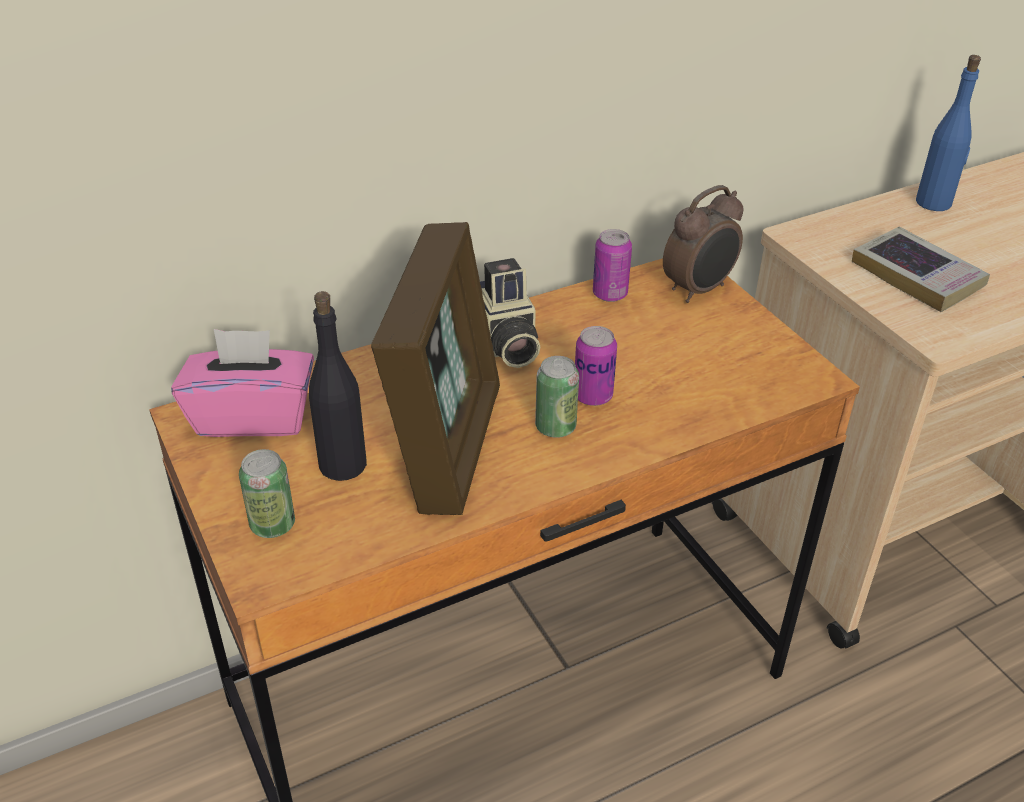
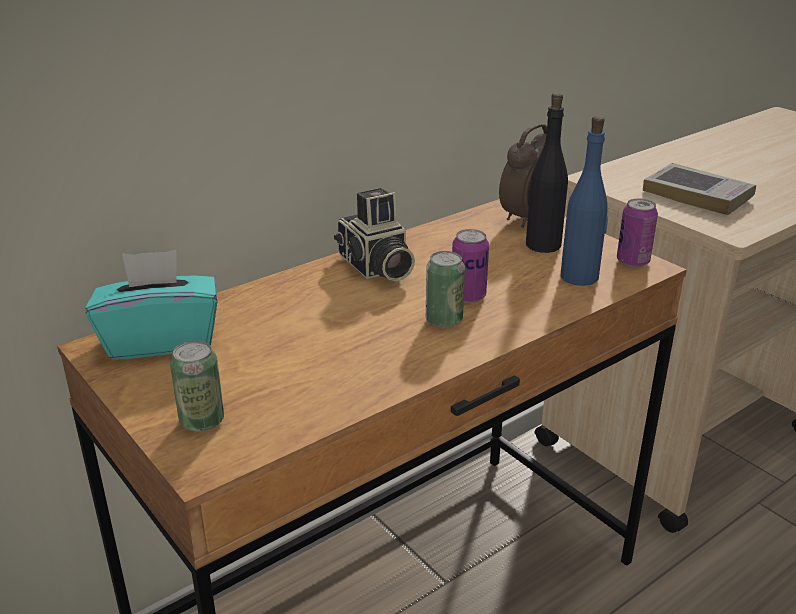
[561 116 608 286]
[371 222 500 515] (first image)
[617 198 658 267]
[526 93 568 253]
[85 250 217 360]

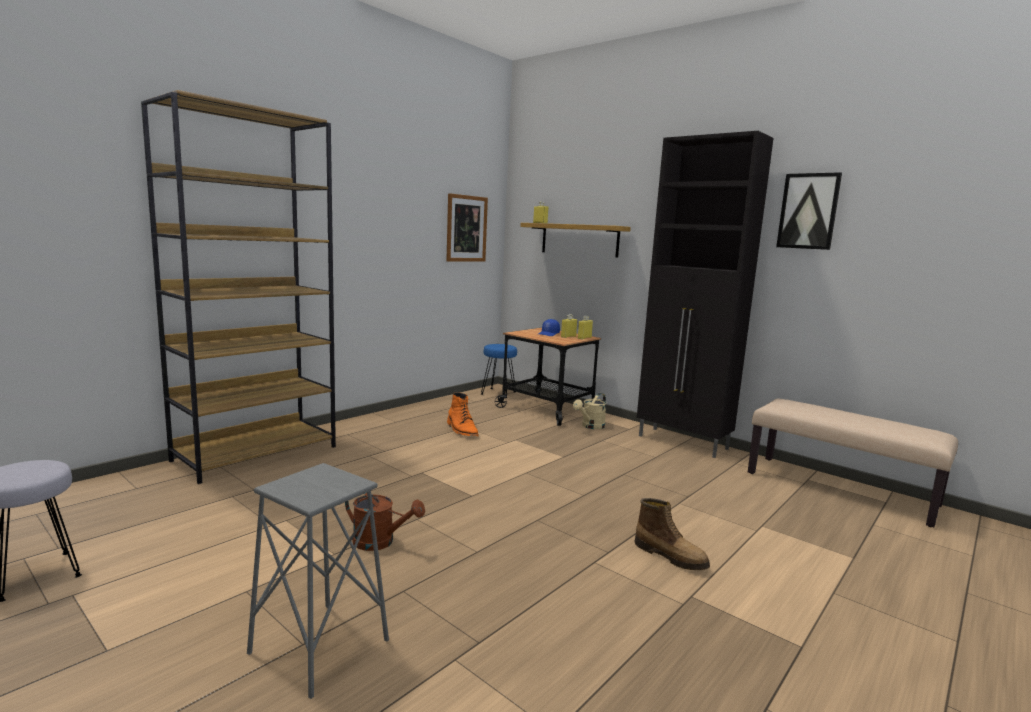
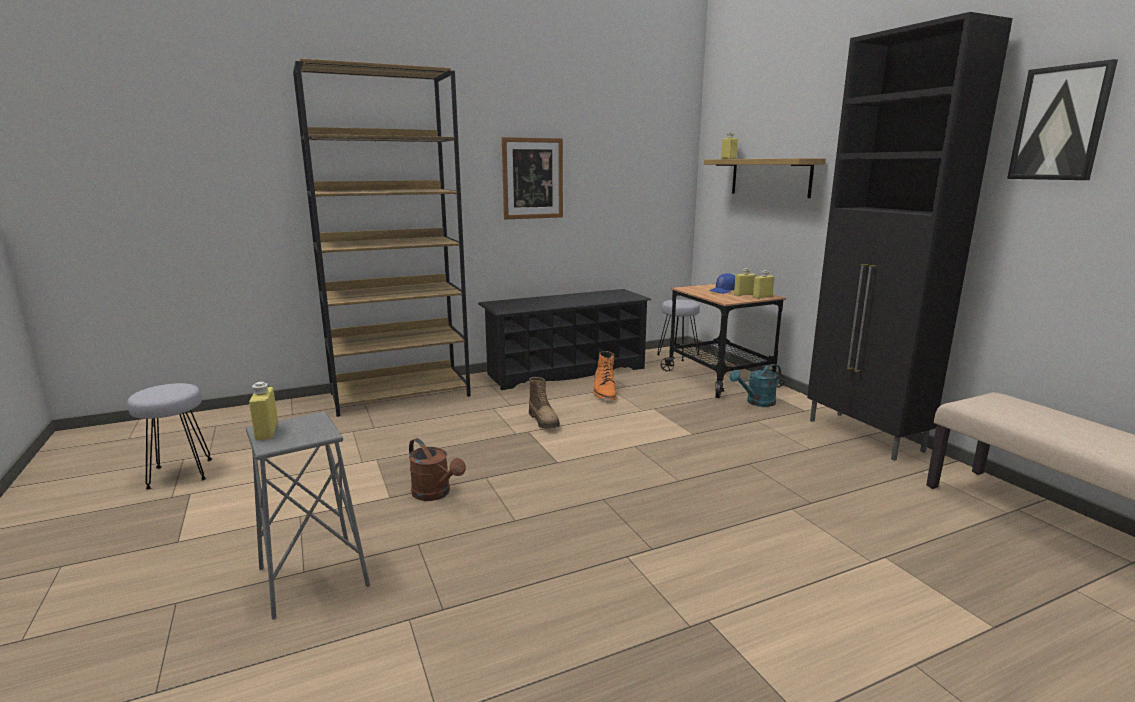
[502 137 563 220]
[657 299 700 361]
[729 364 781 407]
[529 377 560 429]
[478 289 651 390]
[249 382 278 440]

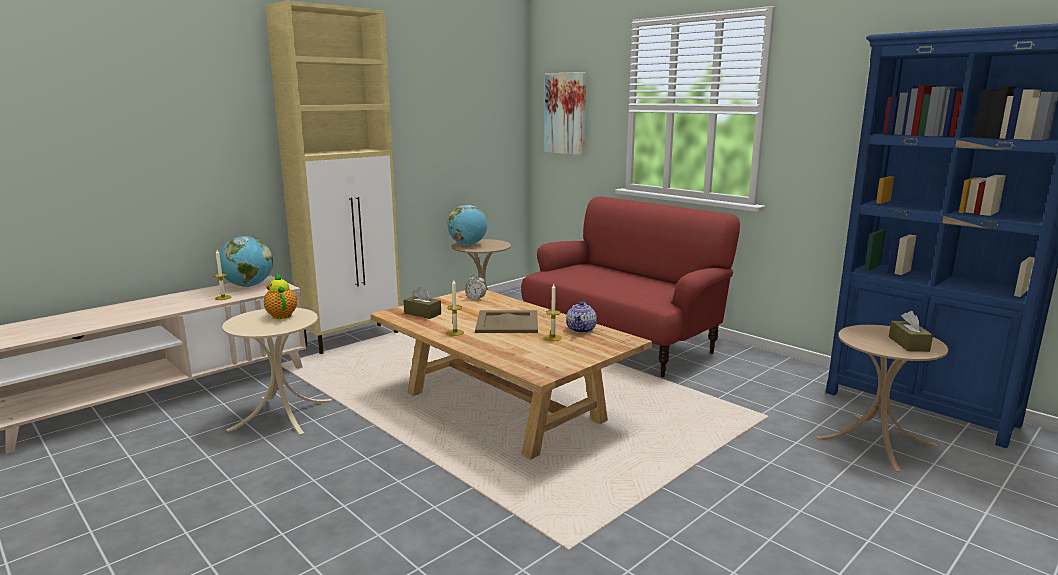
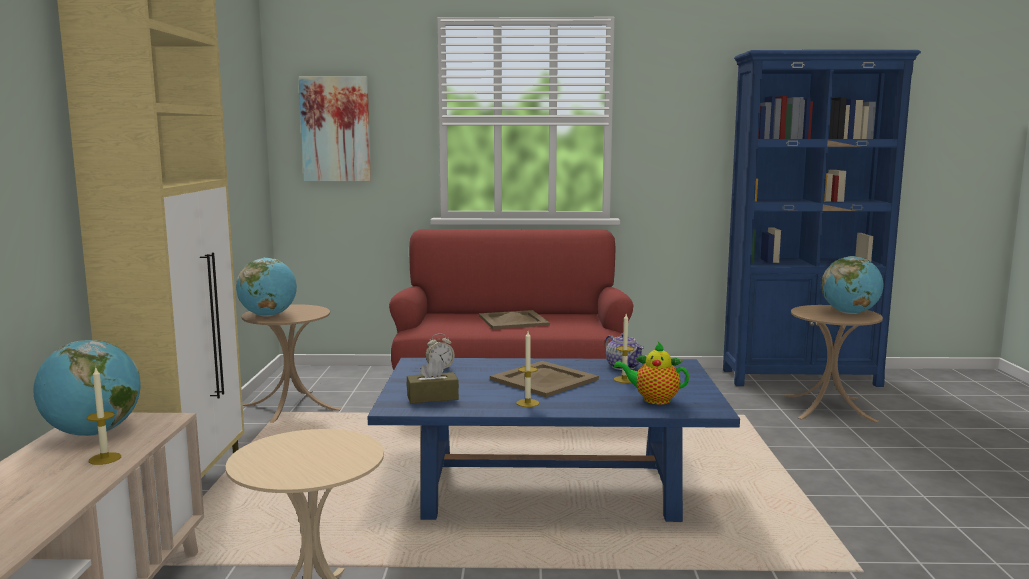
[614 342 689 404]
[367 358 740 522]
[821 256 883 314]
[479 310 550 329]

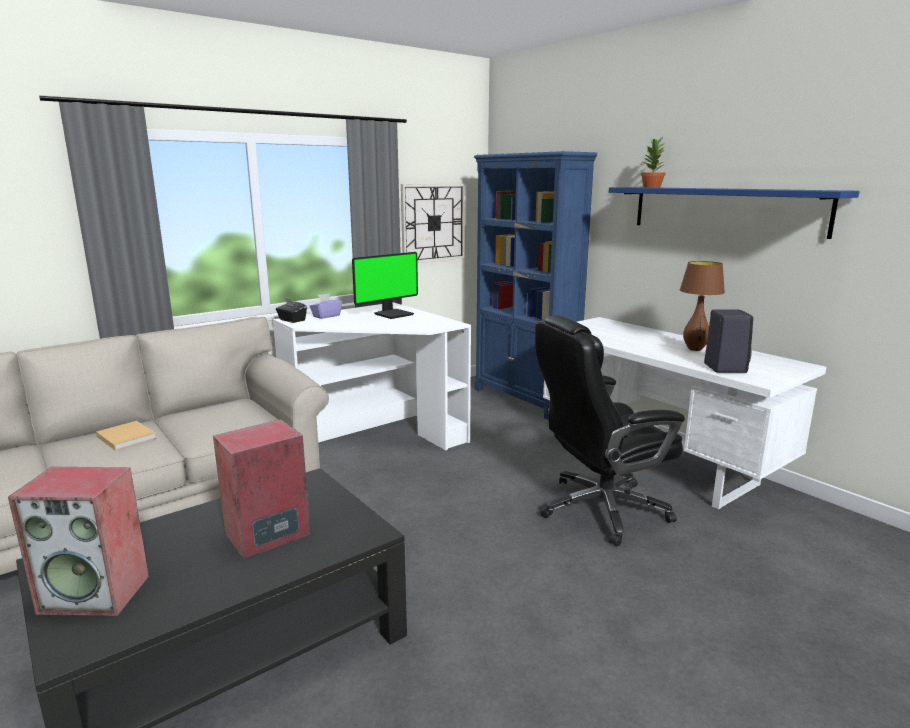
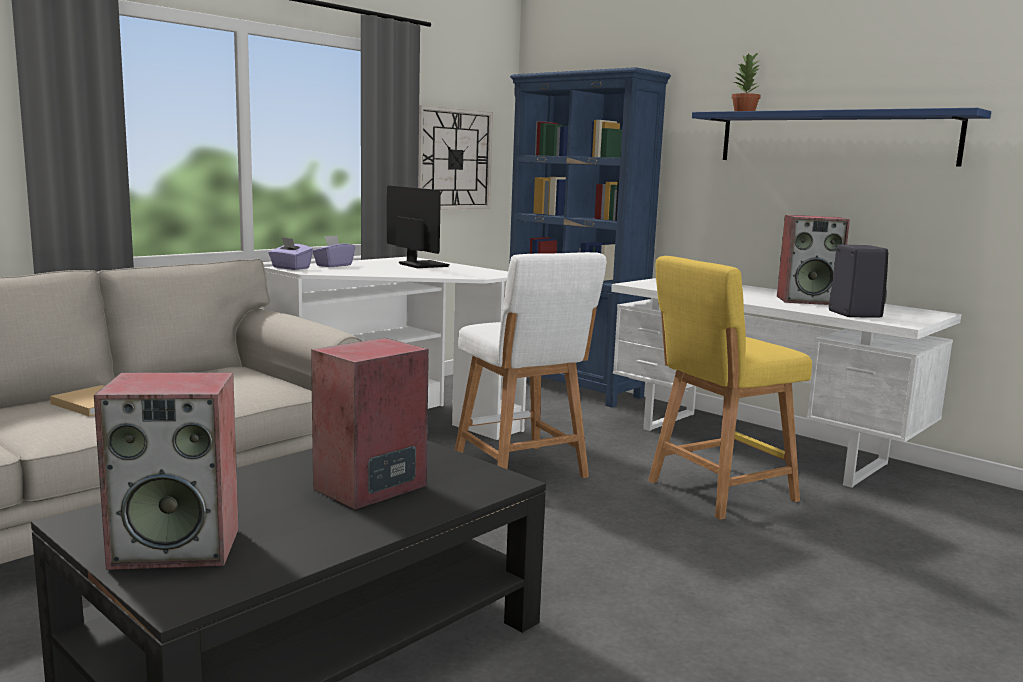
[387 186 450 268]
[777 215 850 305]
[268 237 313 270]
[648 256 812 520]
[455 252 606 478]

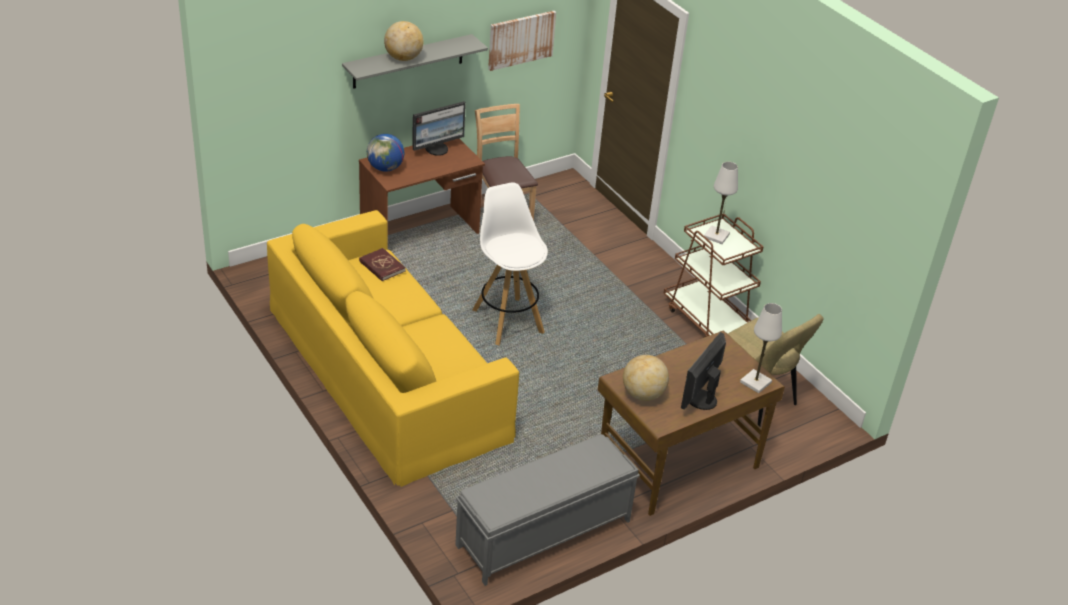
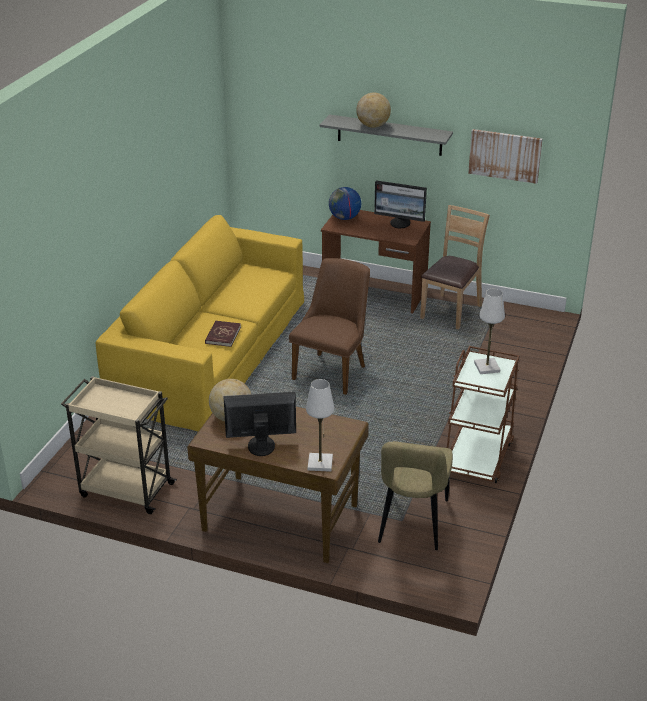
[289 258 370 395]
[205 321 241 347]
[61 376 177 514]

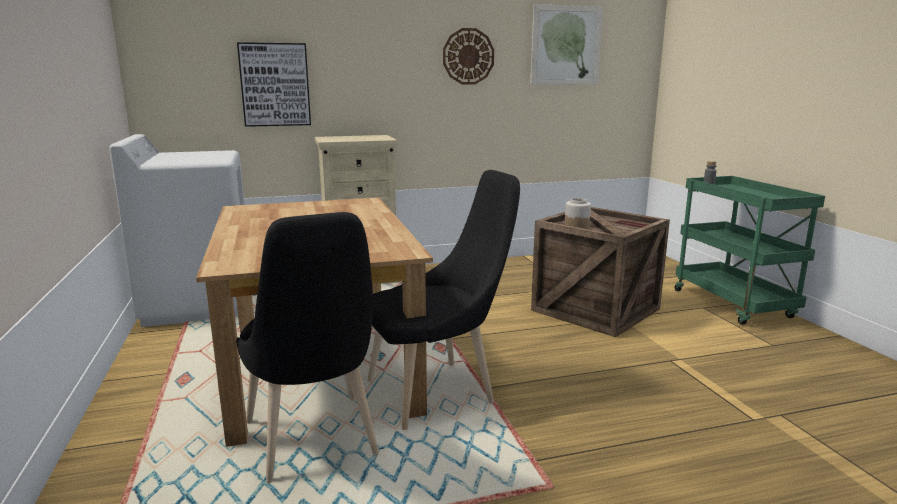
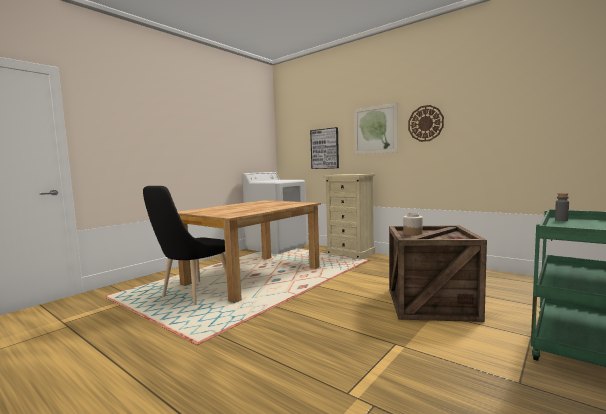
[354 103 397 155]
[367 170 520 430] (first image)

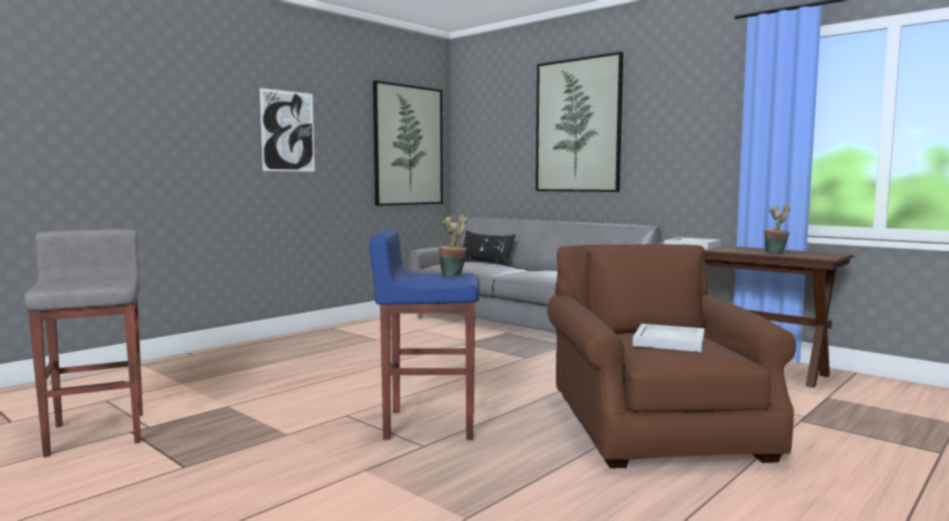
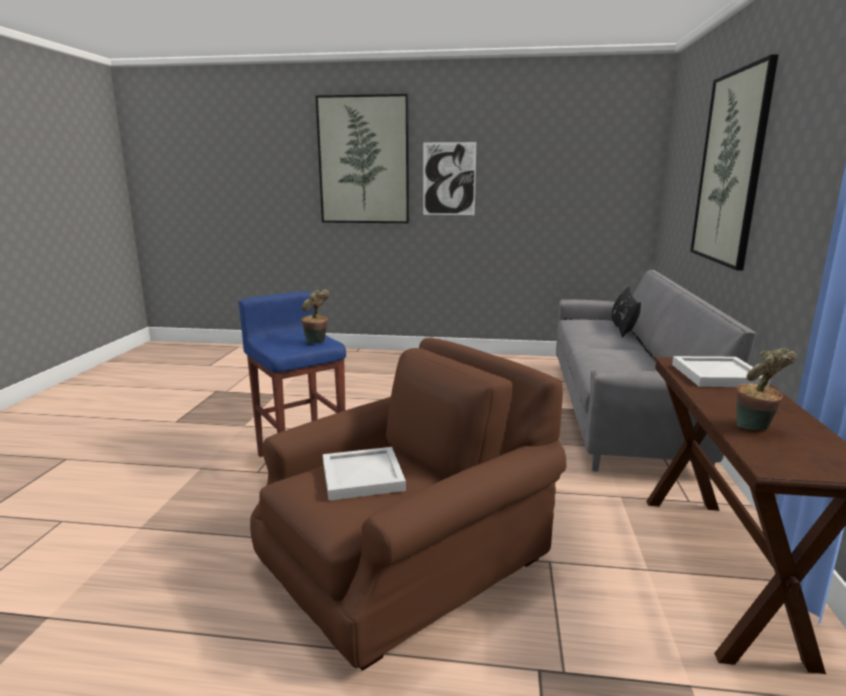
[315 94 409 223]
[24 229 143 457] (first image)

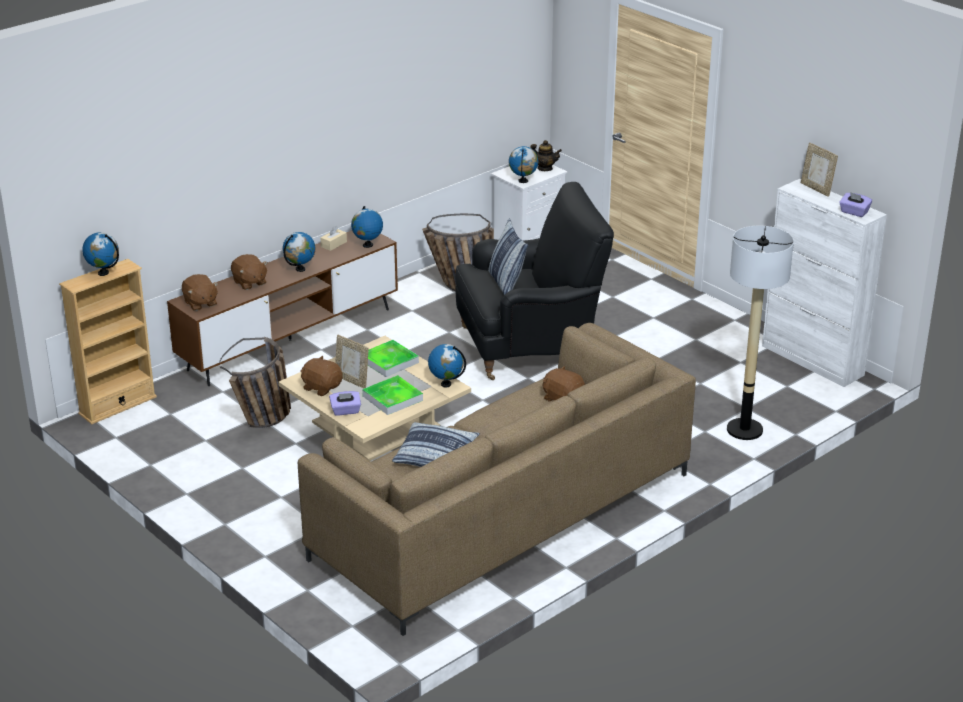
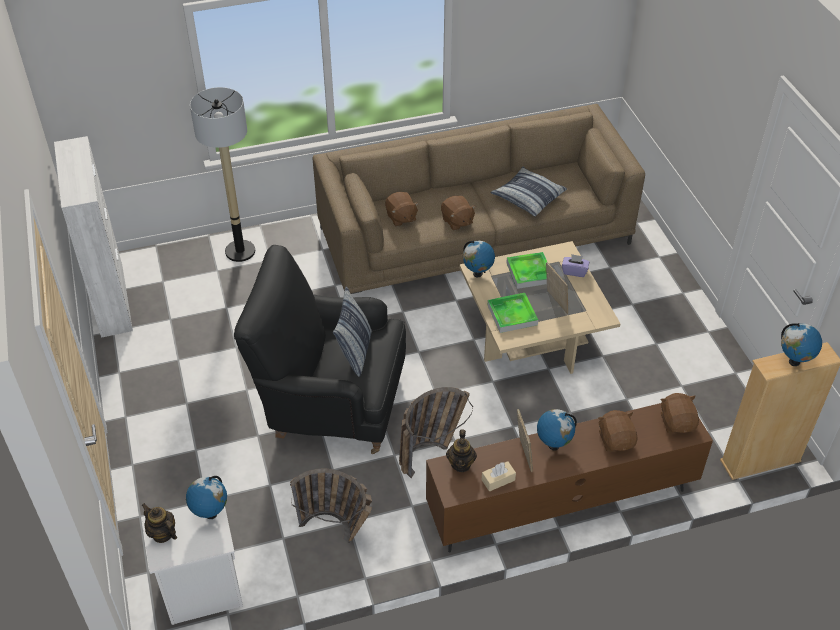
[517 409 533 472]
[839 192 872 217] (first image)
[446 429 477 472]
[399 387 473 478]
[441 196 476 231]

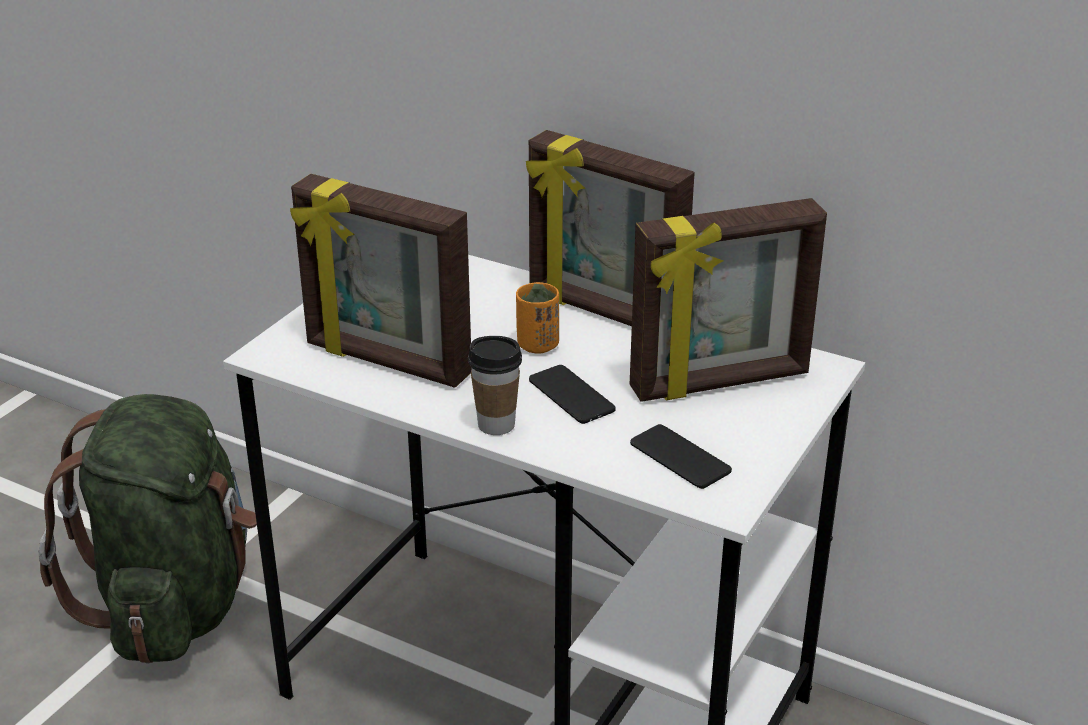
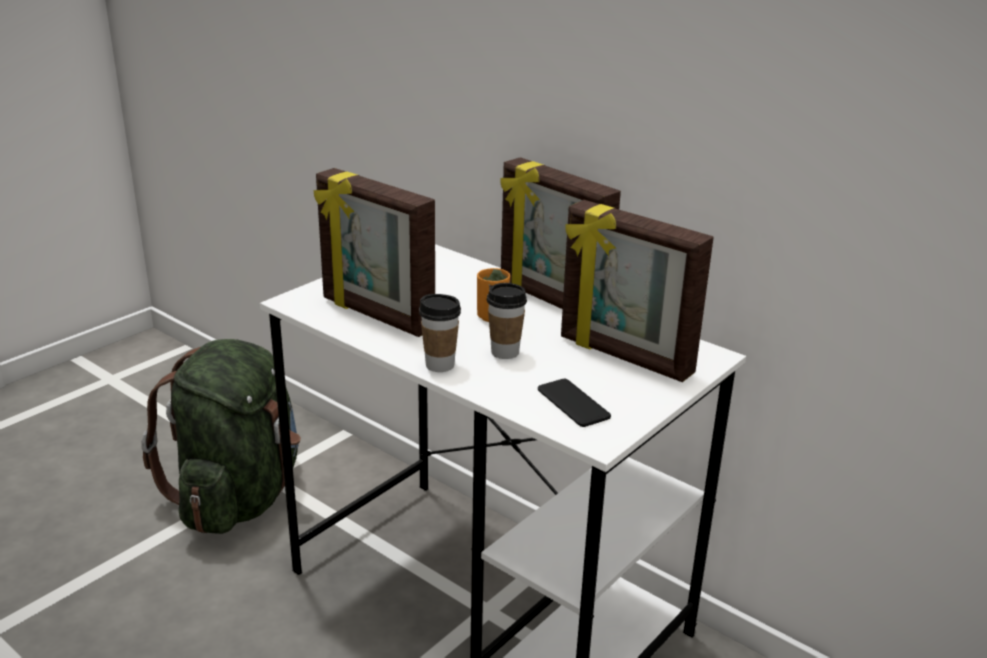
[561 200 714 382]
[487 283 527 359]

